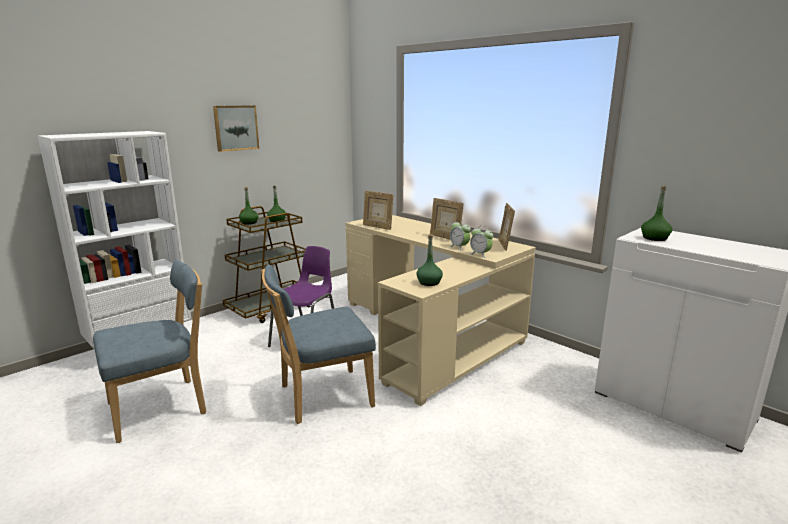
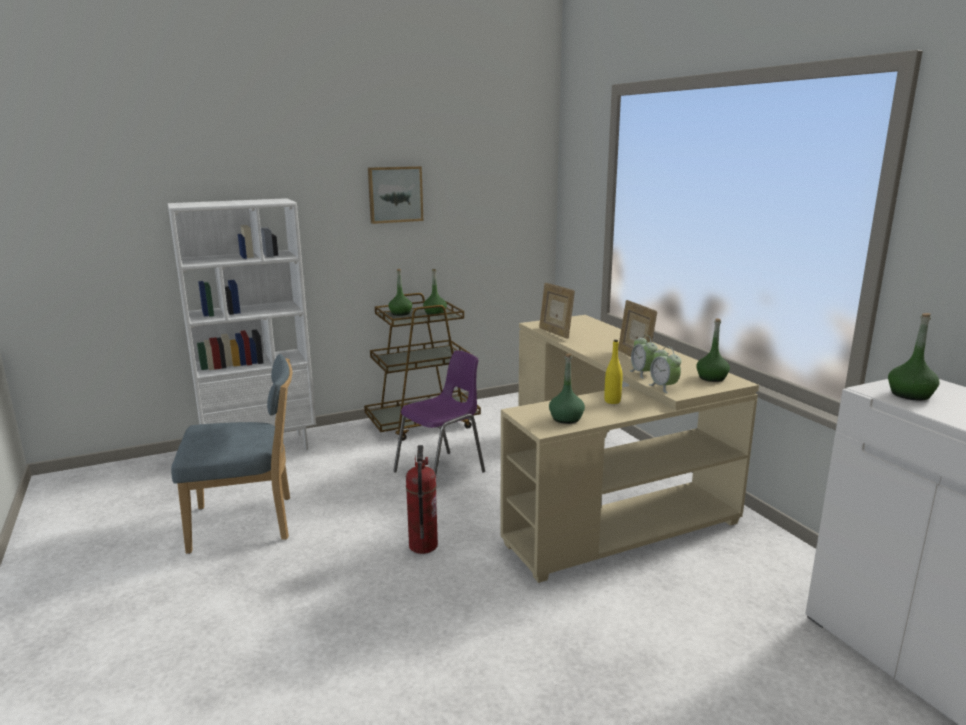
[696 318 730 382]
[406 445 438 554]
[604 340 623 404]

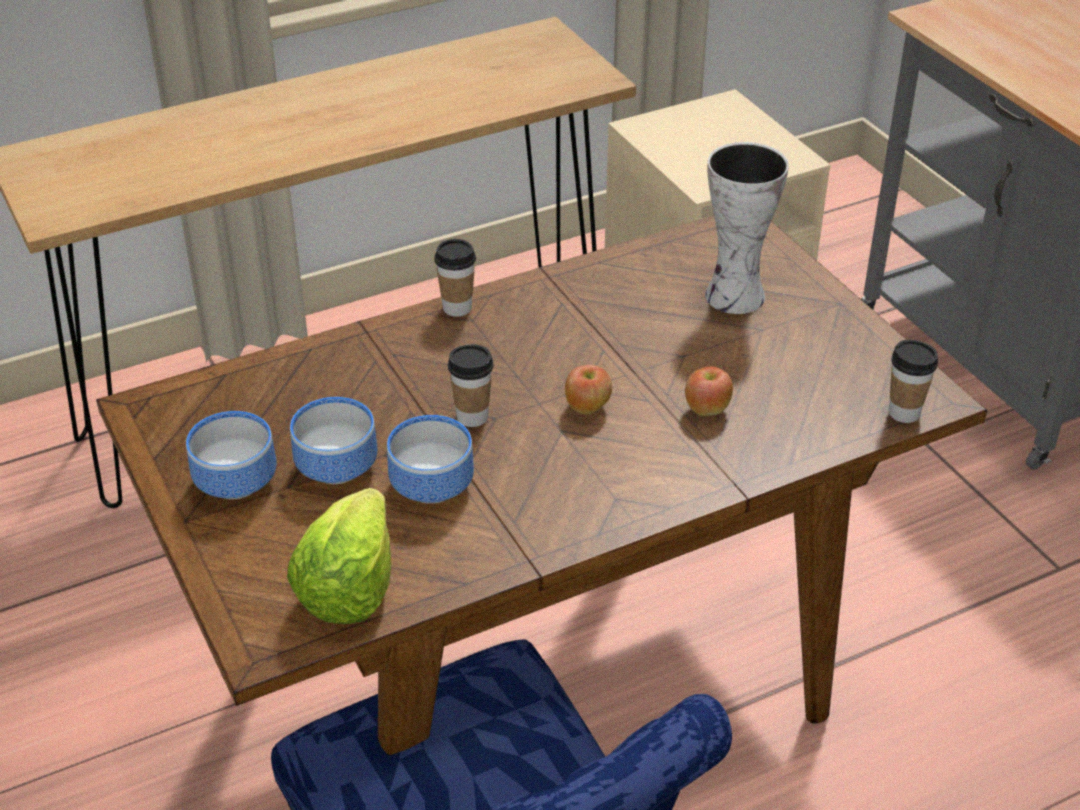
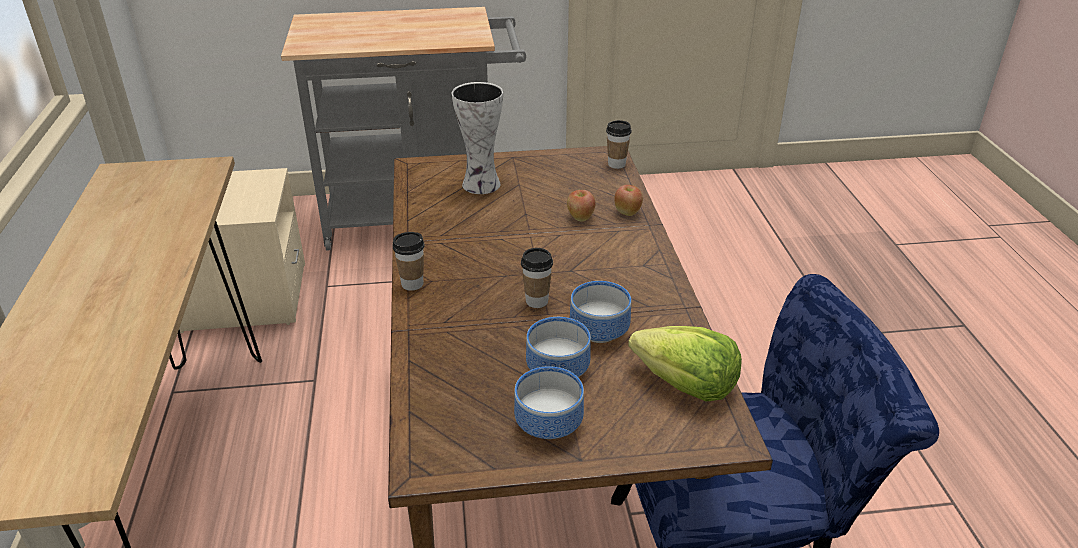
[614 185 643 216]

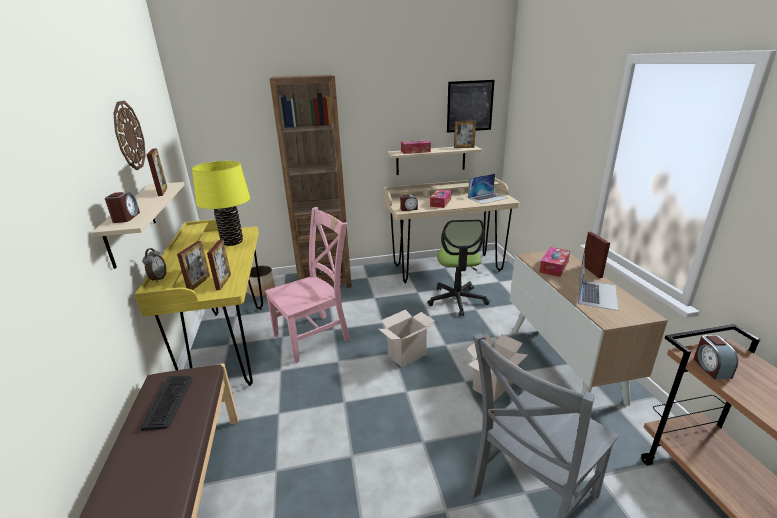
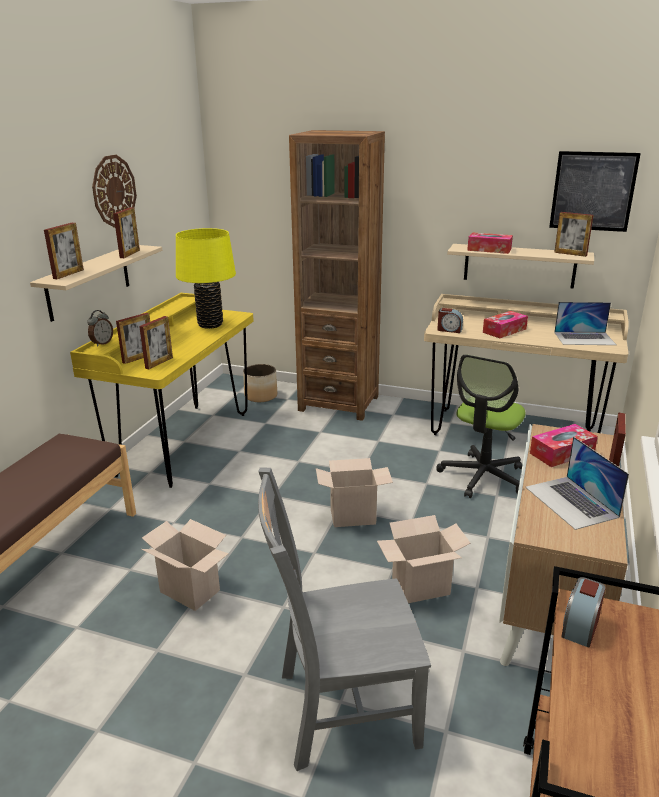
[44 223 84 279]
[265 207 351 363] (first image)
[525 437 629 530]
[140 376 192 431] (first image)
[142 519 229 611]

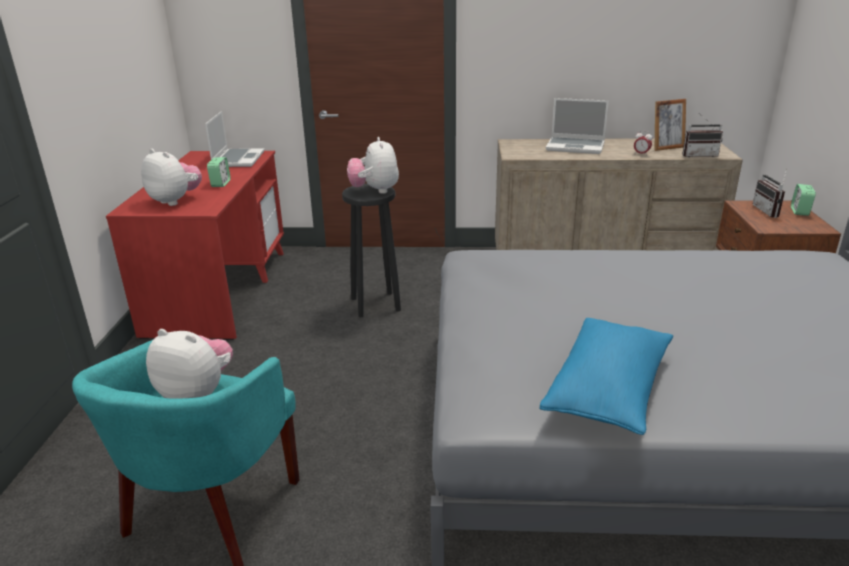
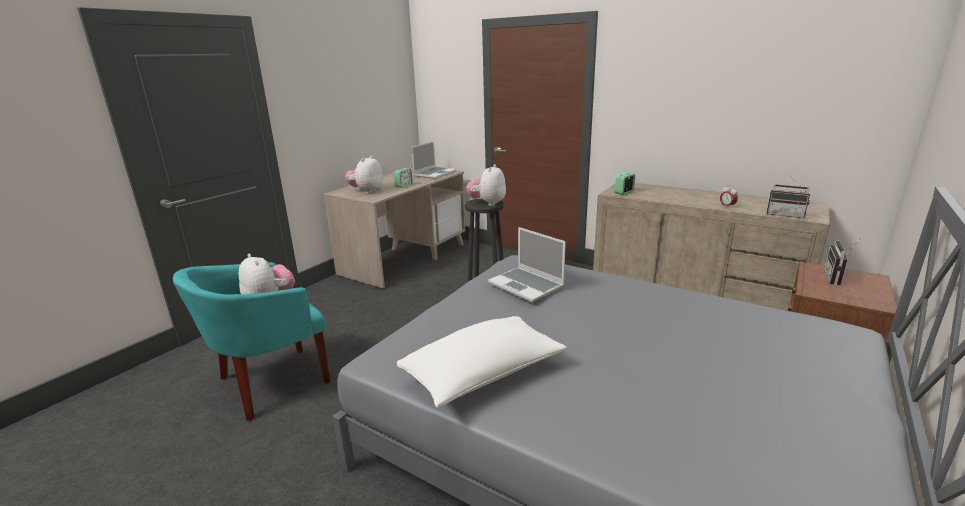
[488 227 566 302]
[654 99 686 151] (first image)
[345 156 383 194]
[323 168 465 289]
[615 172 636 195]
[397 316 567 408]

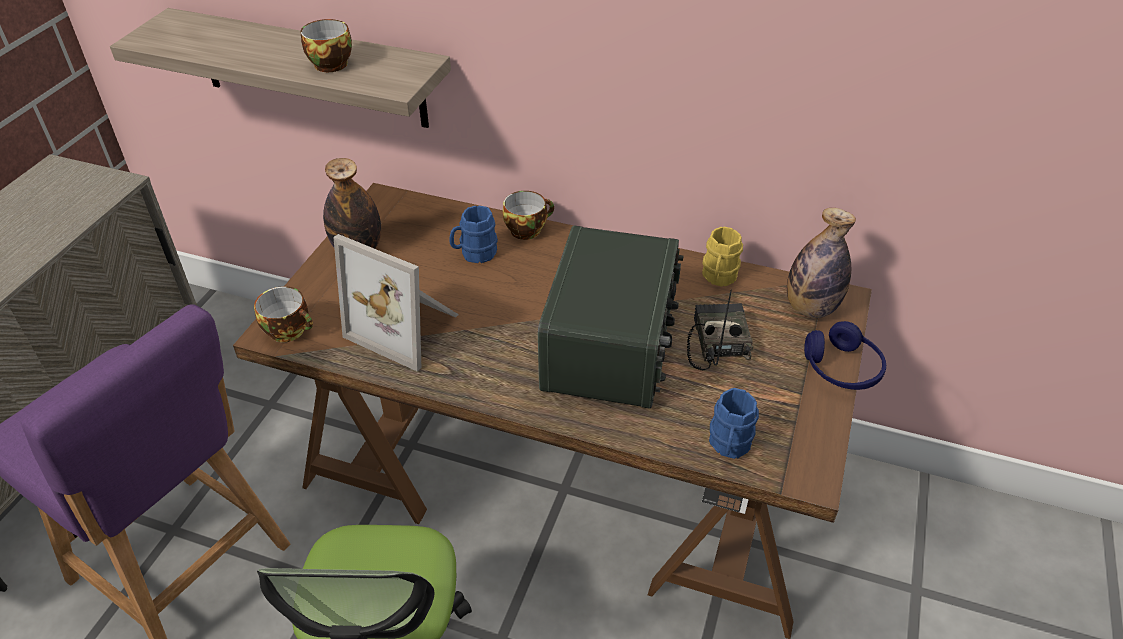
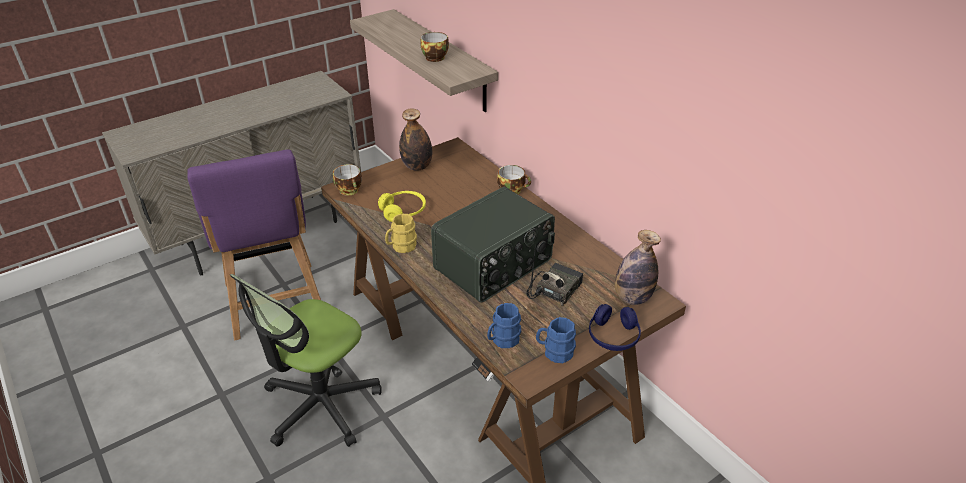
[536 317 576 363]
[385 214 417 253]
[378 191 426 222]

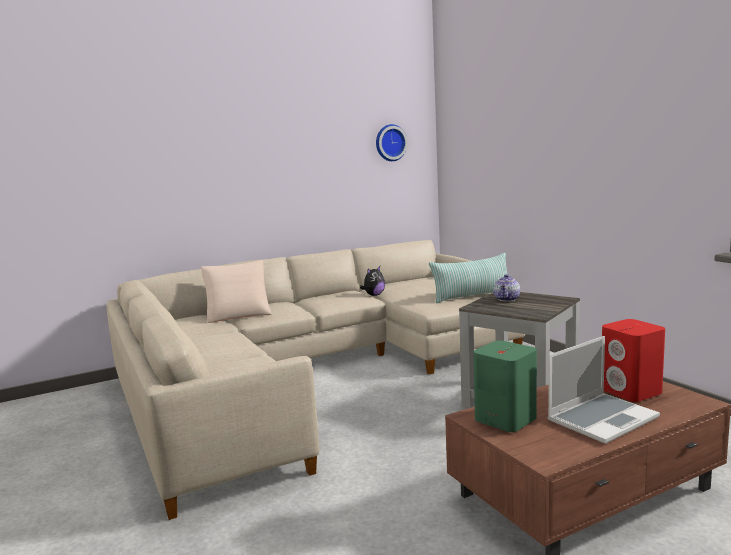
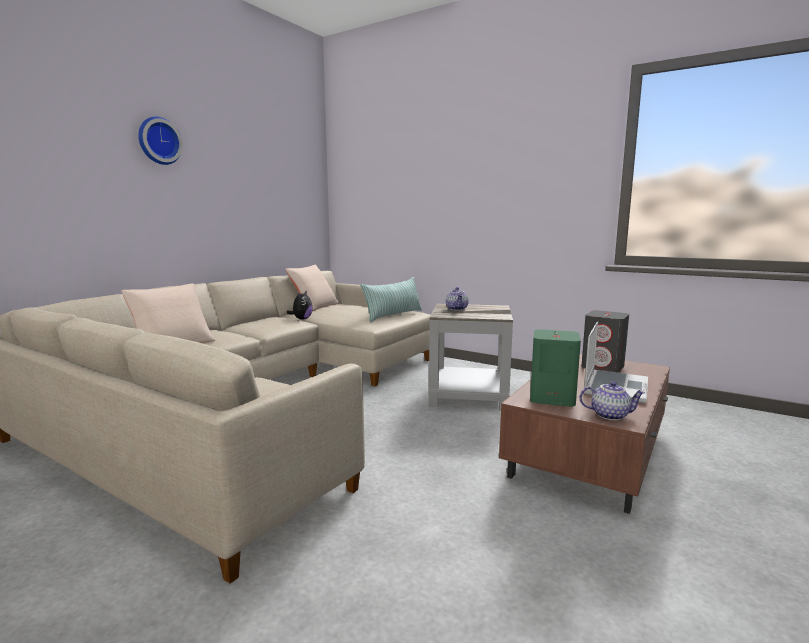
[138 117 183 165]
[581 310 629 373]
[285 265 339 311]
[579 381 645 420]

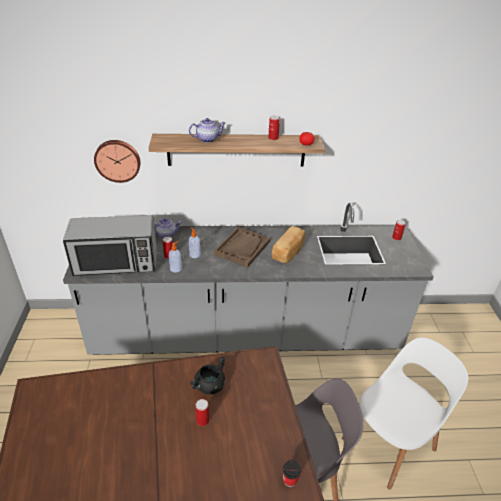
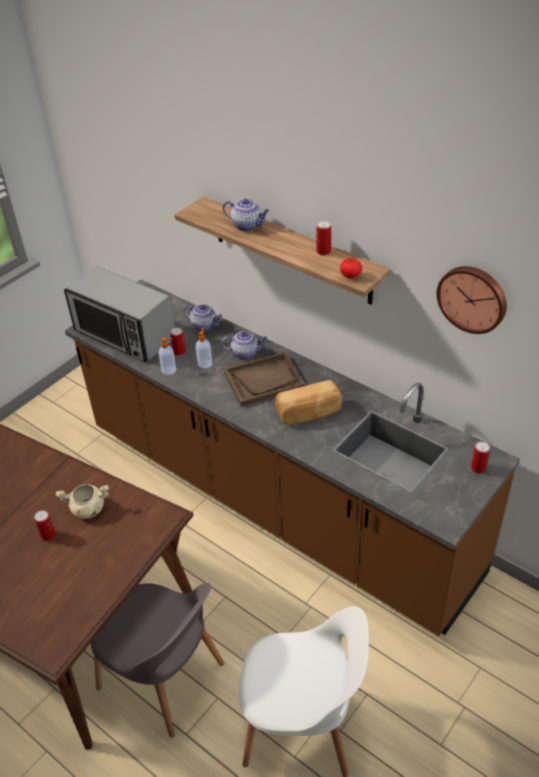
[437 266 507 334]
[65 279 520 636]
[56 484 109 519]
[282 460 301 487] (first image)
[221 331 267 359]

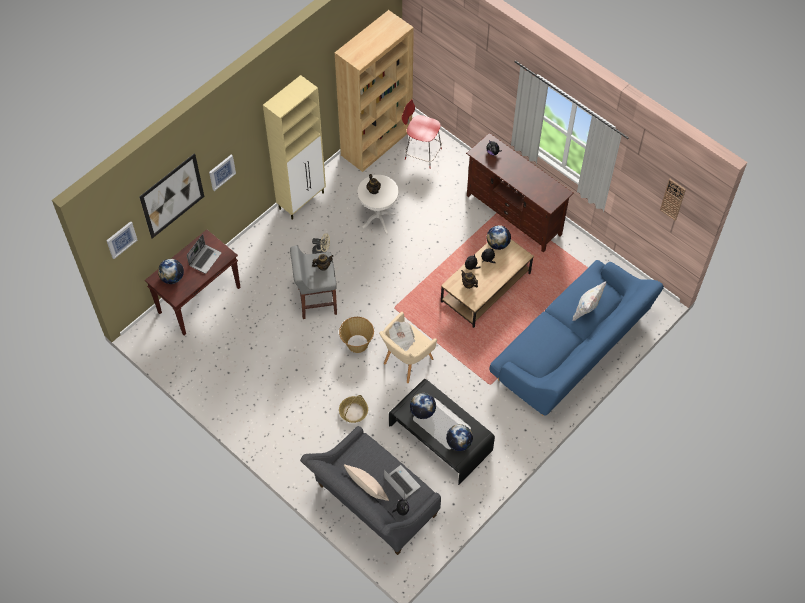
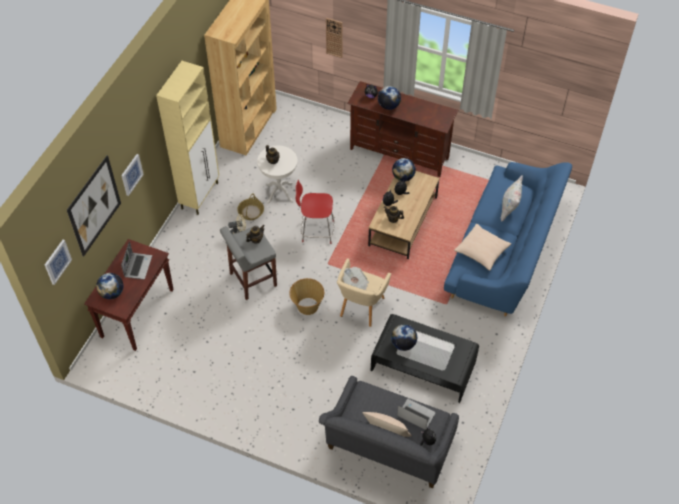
[296 180 335 244]
[326 18 342 58]
[237 193 264 220]
[378 86 401 110]
[454 224 511 271]

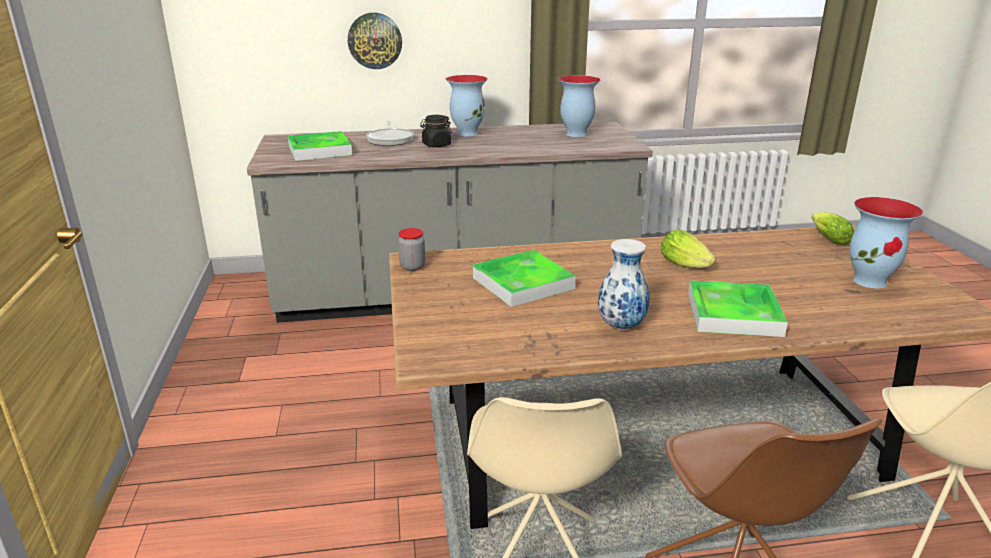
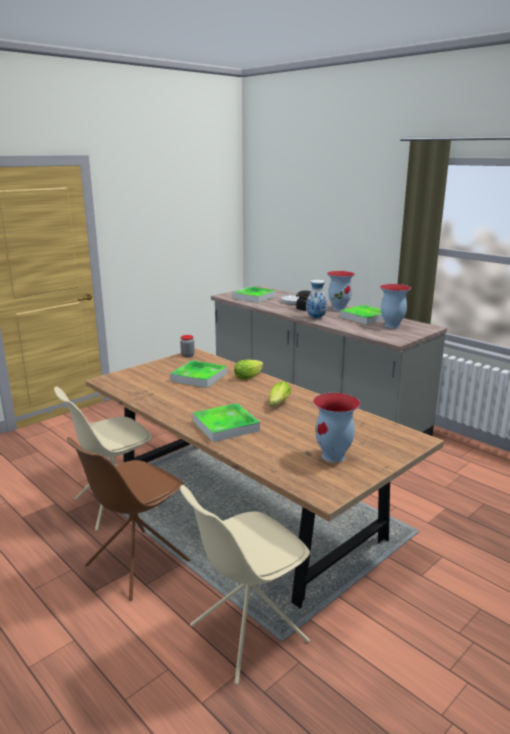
[348 13 402 69] (first image)
[234 360 264 380]
[306 280 328 319]
[340 305 384 325]

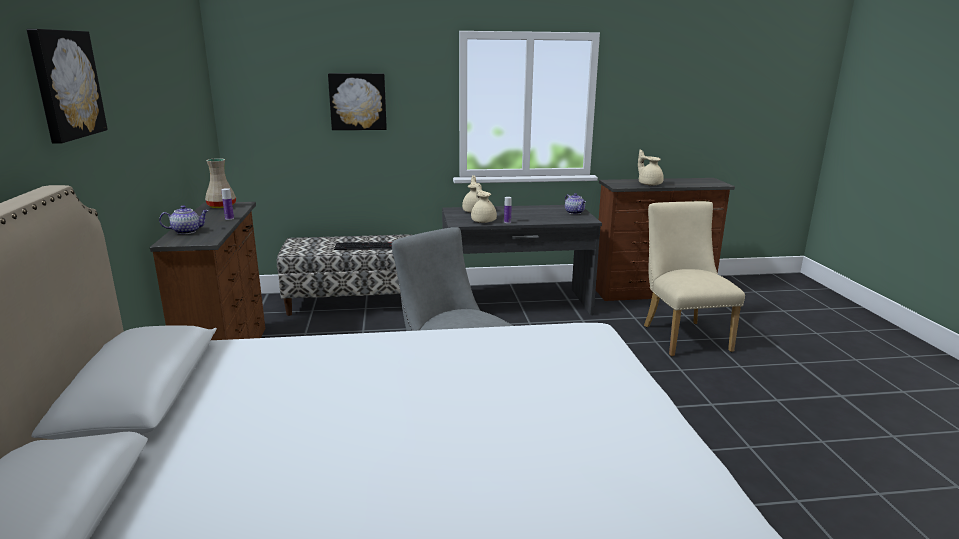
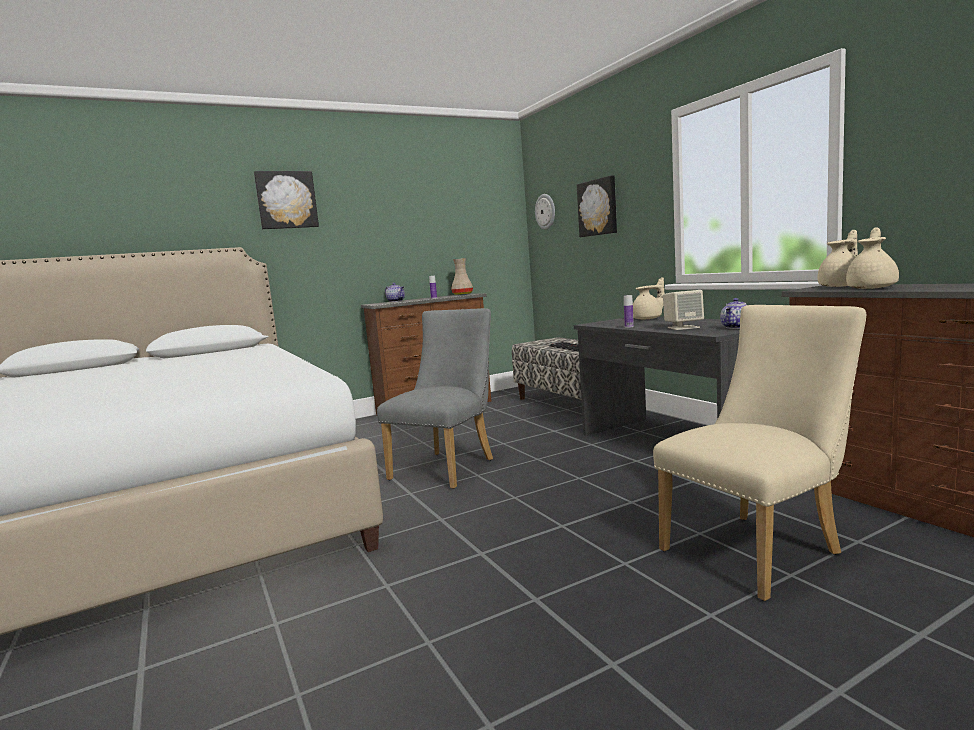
[818 230 858 287]
[535 194 555 230]
[663 290 704 330]

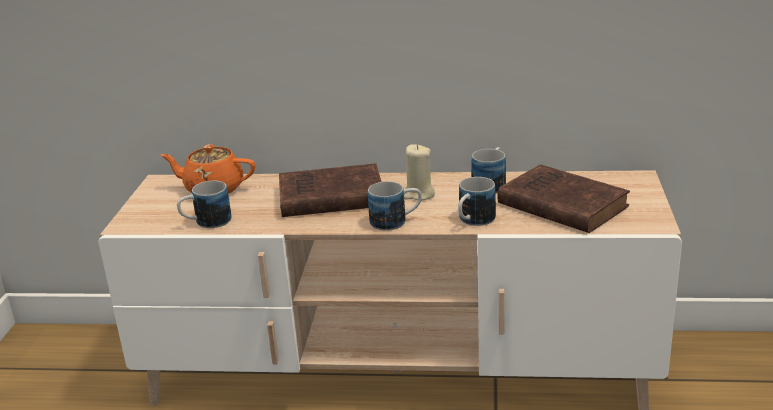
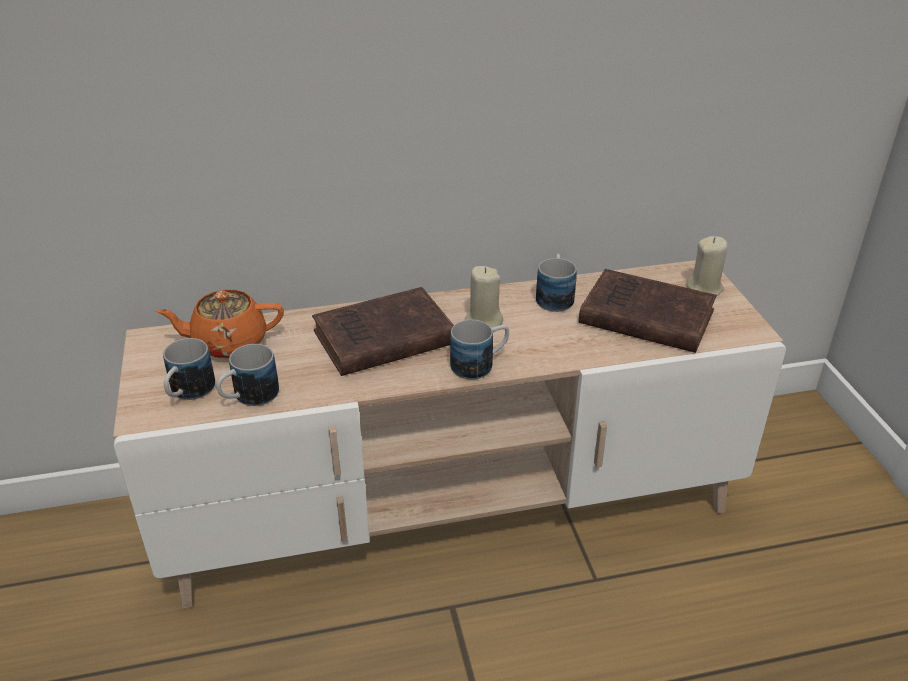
[163 338 215 400]
[686 236 728 296]

